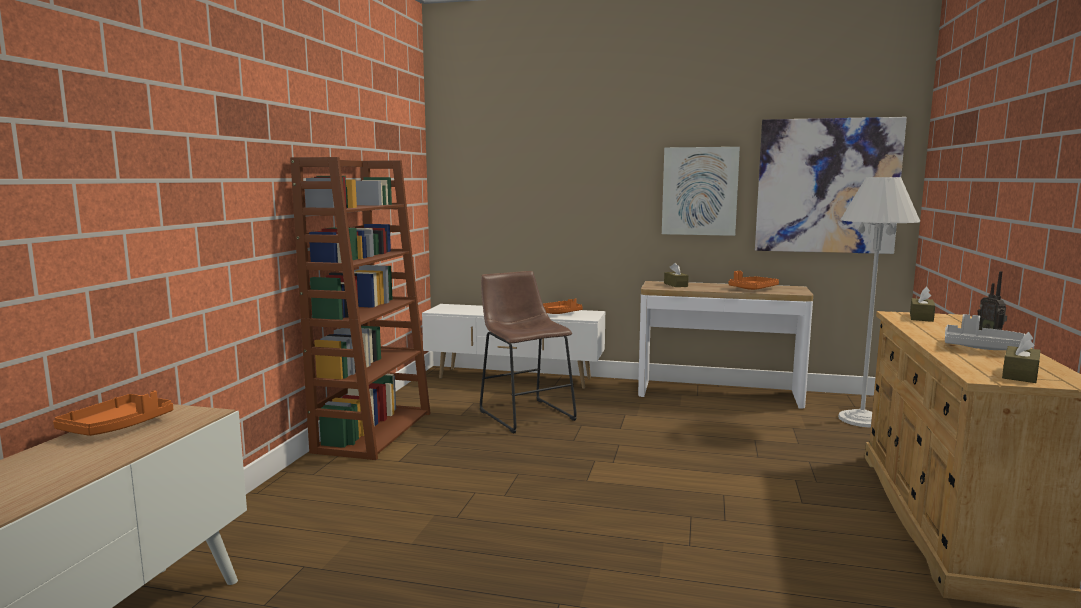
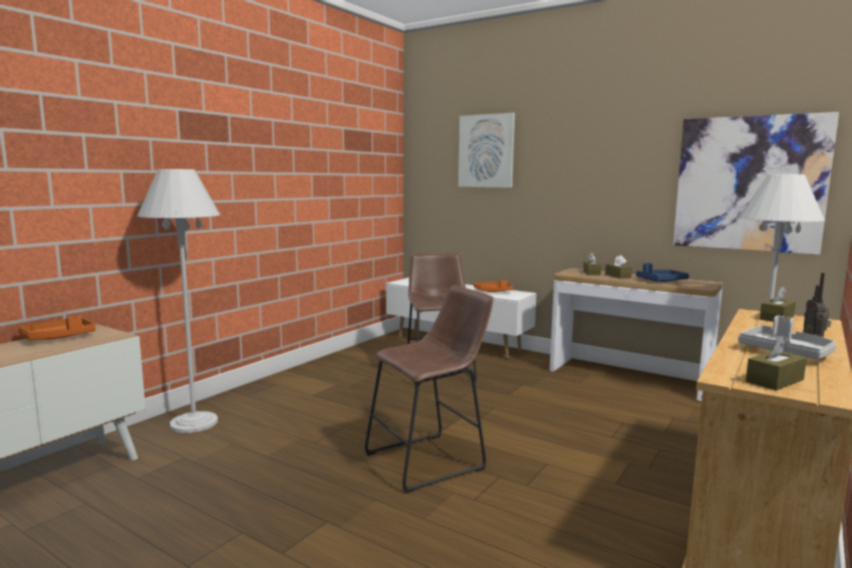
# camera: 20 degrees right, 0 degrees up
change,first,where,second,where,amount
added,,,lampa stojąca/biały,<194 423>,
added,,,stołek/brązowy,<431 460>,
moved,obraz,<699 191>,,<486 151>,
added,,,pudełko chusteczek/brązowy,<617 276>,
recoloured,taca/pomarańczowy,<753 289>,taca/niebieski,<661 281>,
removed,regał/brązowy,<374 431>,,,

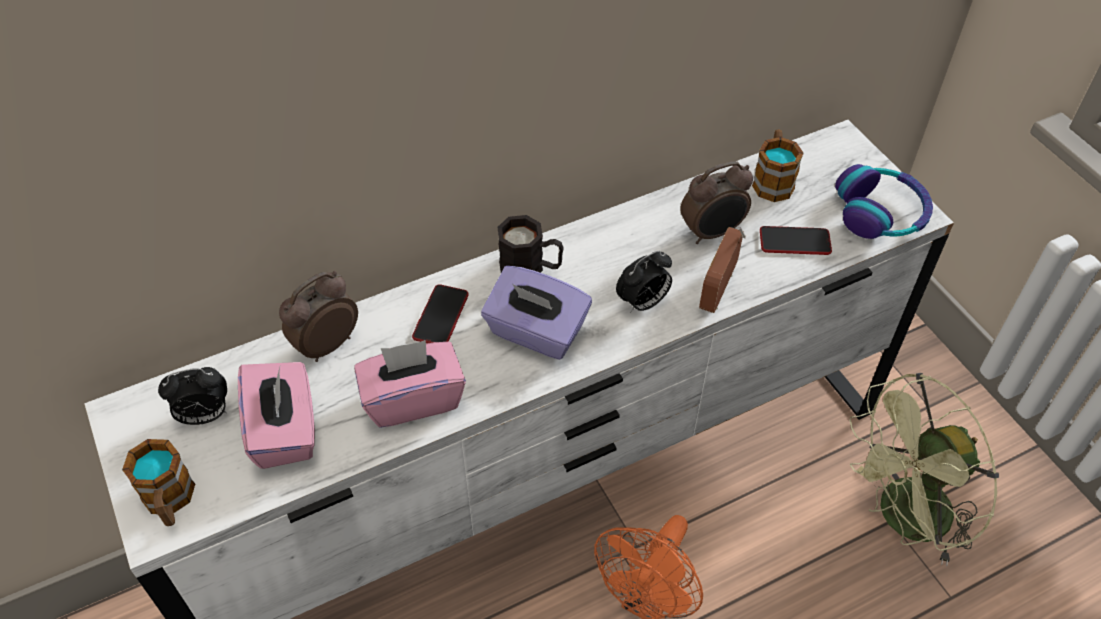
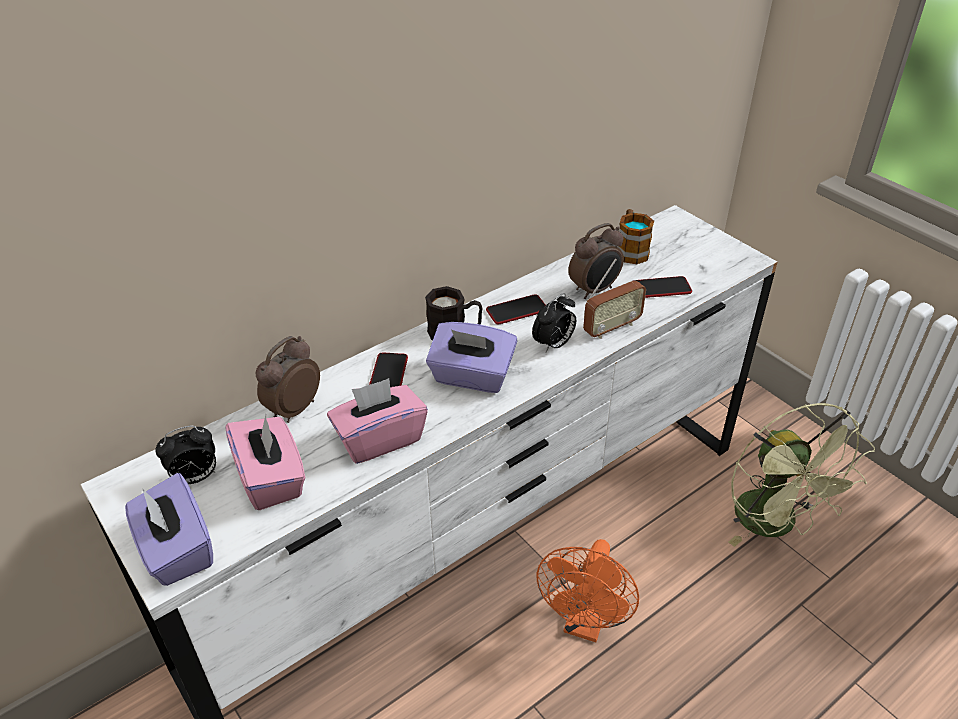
# camera: 10 degrees left, 10 degrees down
change,first,where,second,where,amount
replaced,kubek,<169 502>,pudełko chusteczek/fioletowy,<176 550>,
added,,,telefon,<517 310>,
turned,radio,<718 289>,,<611 328>,135 degrees counterclockwise
turned,wentylator/zielony,<903 519>,,<775 525>,75 degrees counterclockwise
removed,słuchawki,<880 213>,,,

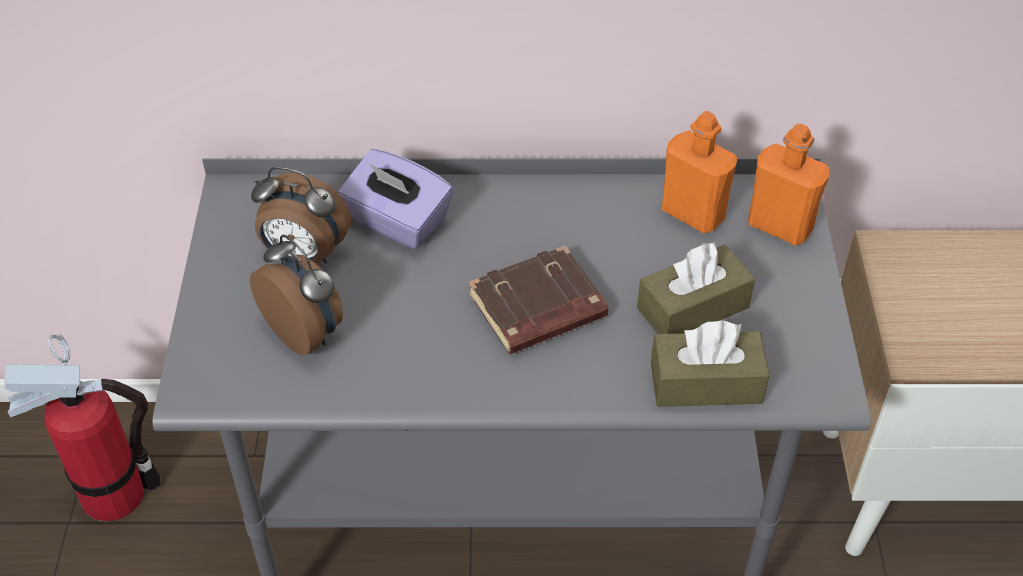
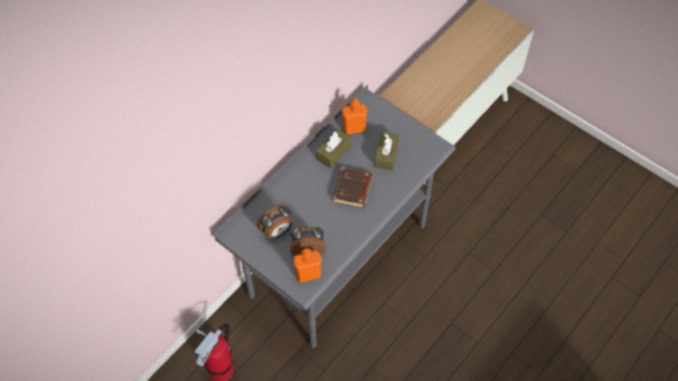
# camera: 50 degrees left, 10 degrees up
change,first,where,second,where,amount
moved,butelka/pomarańczowy,<780 226>,,<308 274>,
moved,pudełko chusteczek/brązowy,<706 383>,,<333 152>,
removed,pudełko chusteczek/fioletowy,<397 222>,,,

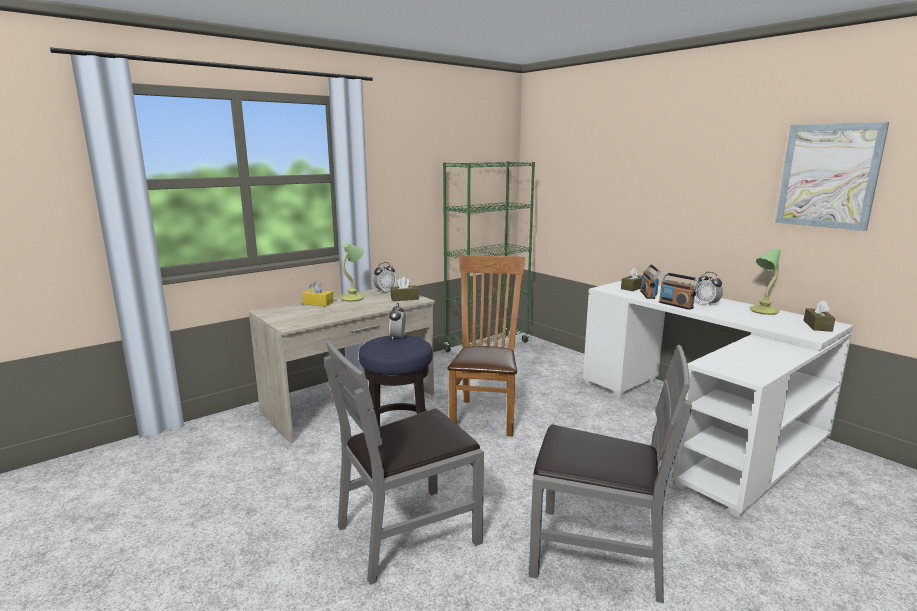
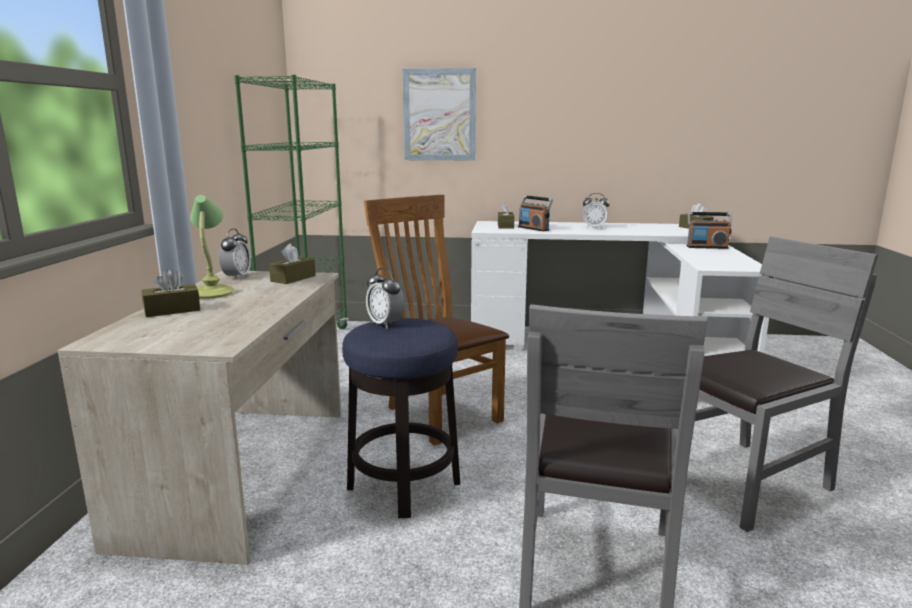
# camera: 45 degrees left, 0 degrees up
change,first,where,second,where,amount
recoloured,pudełko chusteczek/żółty,<318 303>,pudełko chusteczek/brązowy,<172 310>,
moved,obraz,<828 176>,,<439 115>,
moved,radio,<676 305>,,<707 247>,
removed,lampa stołowa,<763 311>,,,

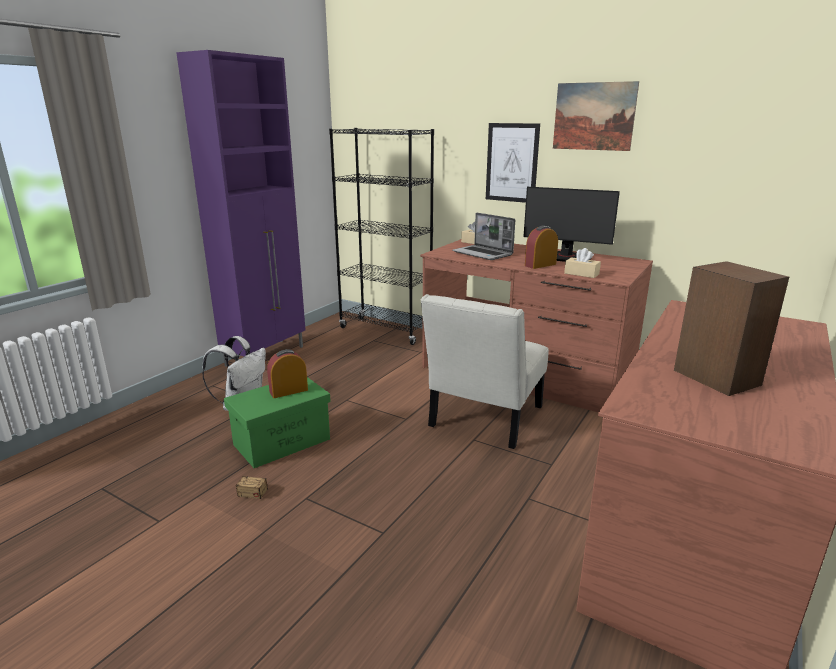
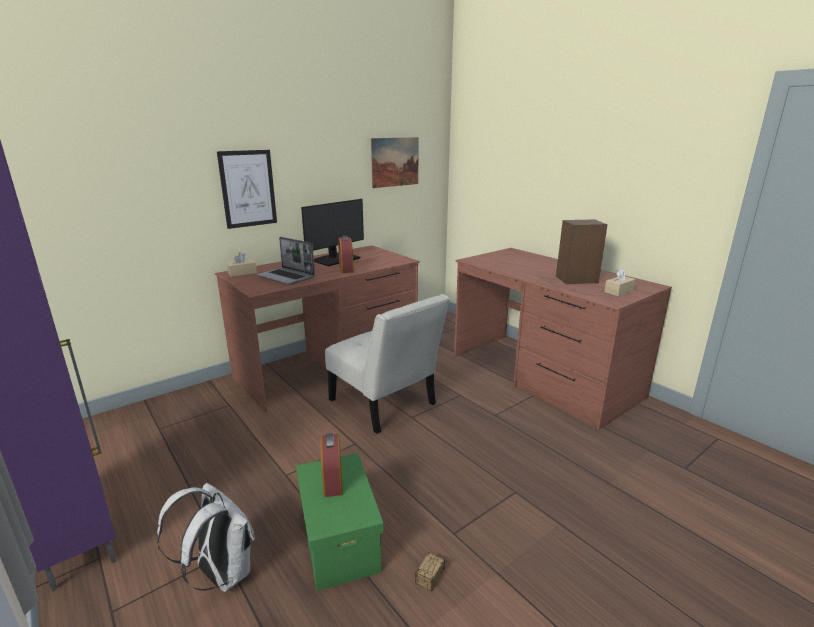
# camera: 70 degrees left, 0 degrees up
change,first,where,second,where,amount
turned,laptop,<483 254>,,<286 277>,60 degrees clockwise
moved,obraz,<594 116>,,<395 162>,
moved,pudełko chusteczek/beżowy,<581 274>,,<619 291>,
removed,regał/czarny,<386 331>,,,

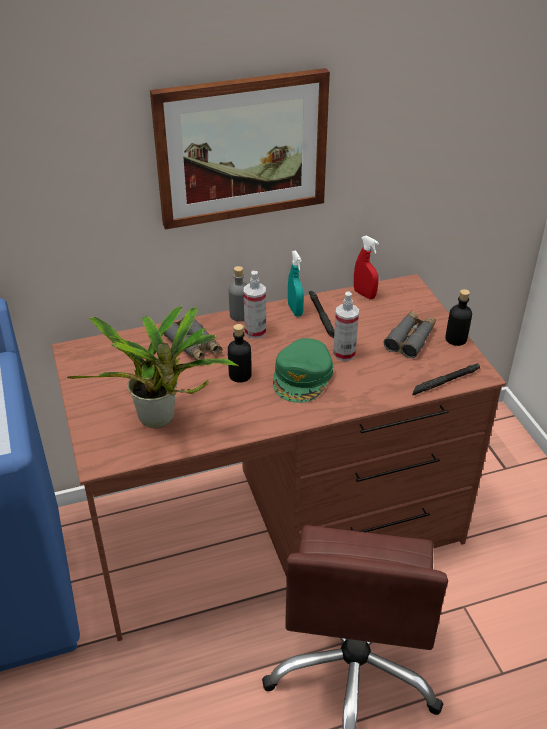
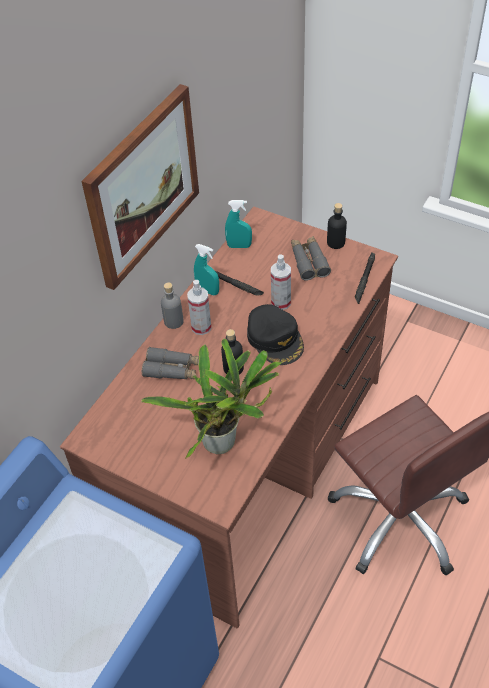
# camera: 40 degrees left, 10 degrees up
change,first,where,second,where,amount
recoloured,spryskiwacz/czerwony,<364 294>,spryskiwacz/turkusowy,<239 246>,
recoloured,czapka z daszkiem/zielony,<303 376>,czapka z daszkiem/czarny,<275 339>,

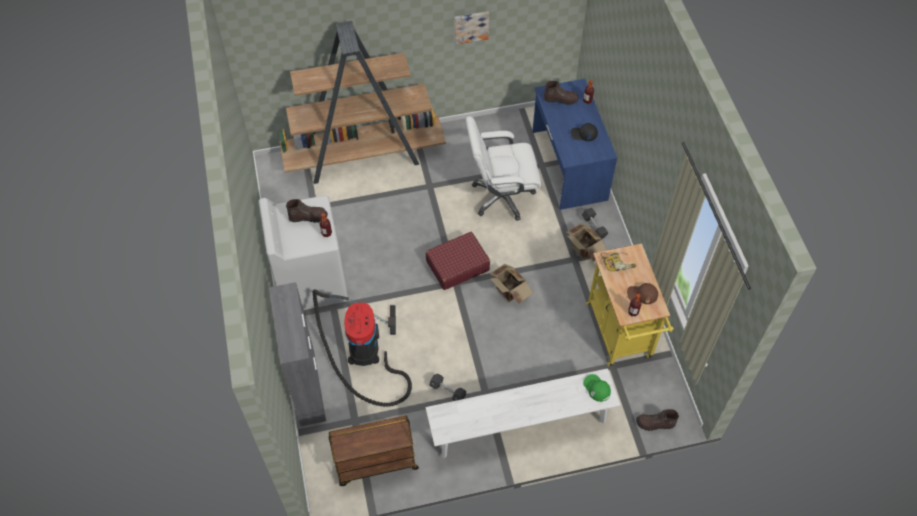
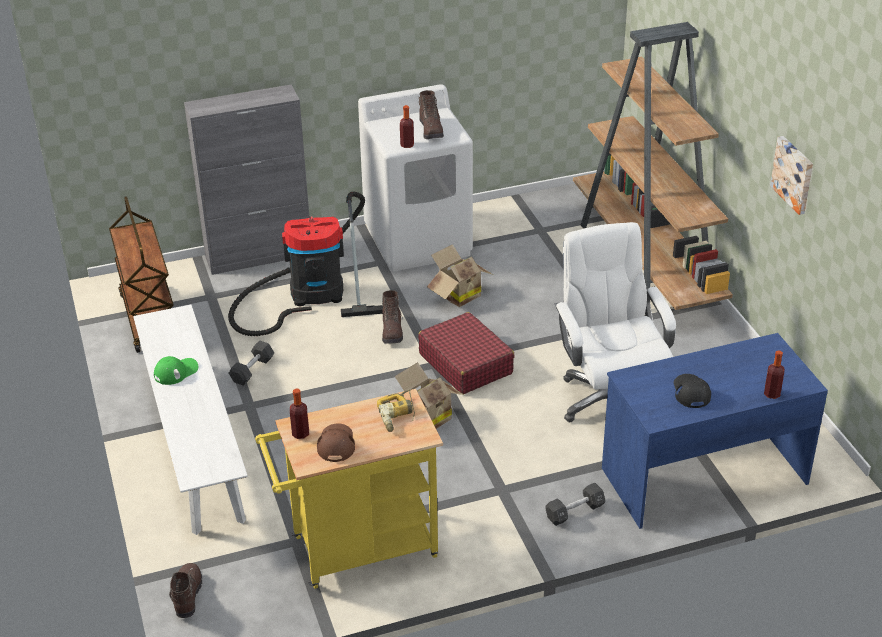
# camera: 85 degrees right, 20 degrees down
change,first,where,second,where,amount
moved,czapka z daszkiem/zielony,<596 388>,,<176 372>,
moved,but z cholewką/brązowy,<560 99>,,<392 331>,
moved,karton,<584 251>,,<457 295>,

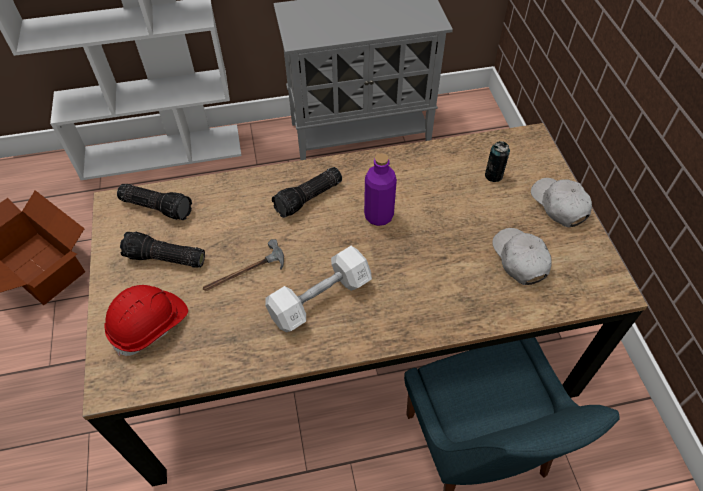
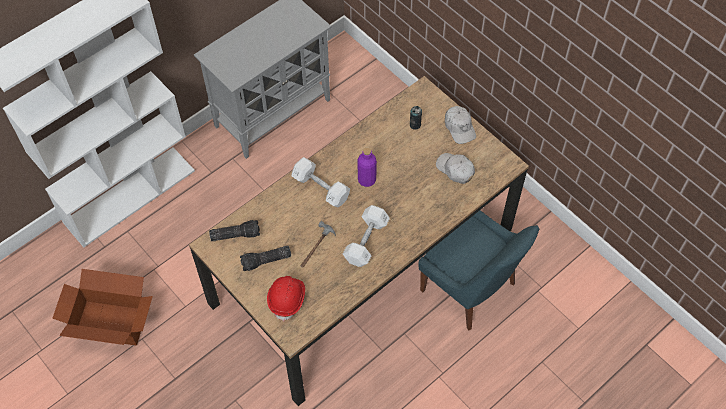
# camera: 30 degrees left, 5 degrees up
change,first,where,second,where,amount
replaced,latarka,<309 199>,hantel/biały,<321 188>,
turned,czapka z daszkiem/biały,<559 205>,,<459 127>,150 degrees counterclockwise

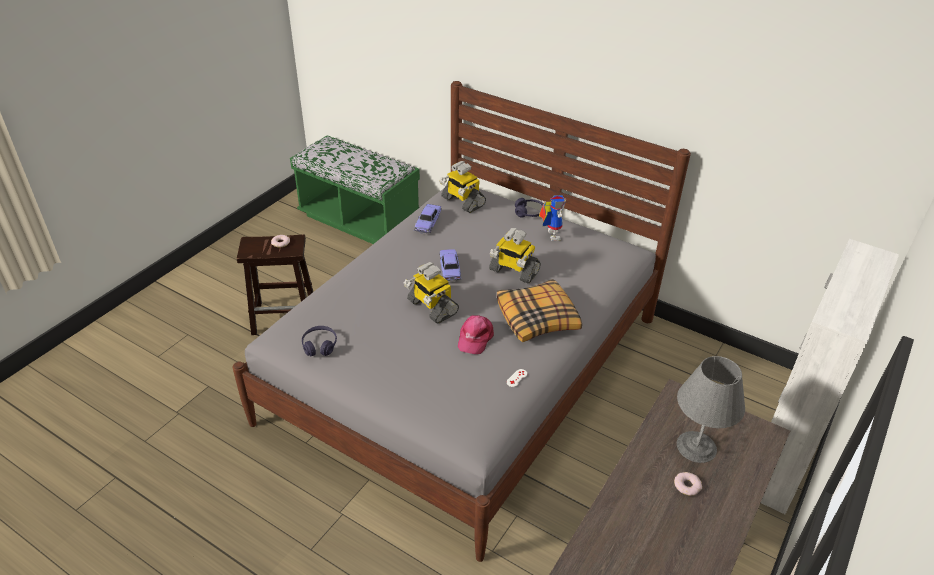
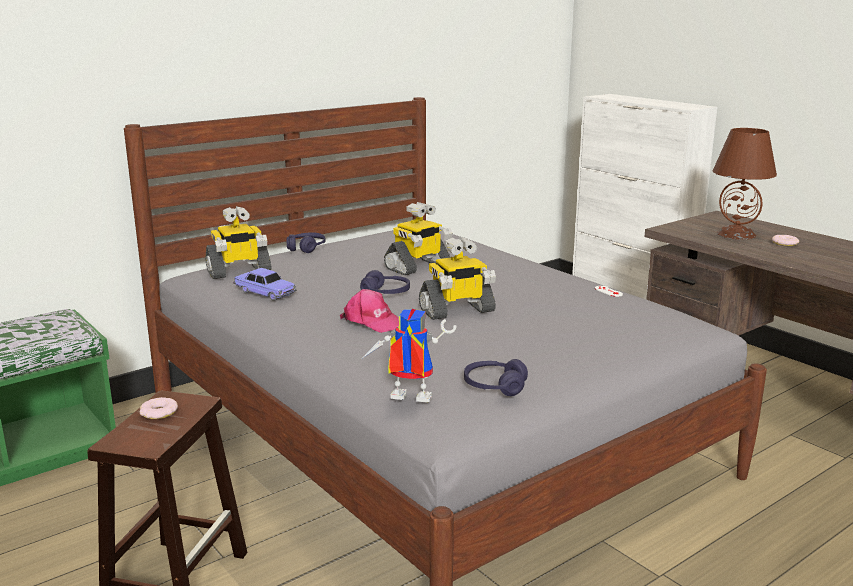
# camera: 70 degrees left, 20 degrees down
change,first,where,second,where,amount
moved,czapka z daszkiem/różowy,<475 338>,,<372 321>,
replaced,samochodzik,<450 269>,słuchawki/fioletowy,<386 293>,
moved,robot zabawkowy,<550 234>,,<406 400>,
recoloured,lampa stołowa/szary,<697 447>,lampa stołowa/brązowy,<736 234>,
removed,poduszka,<538 318>,,,

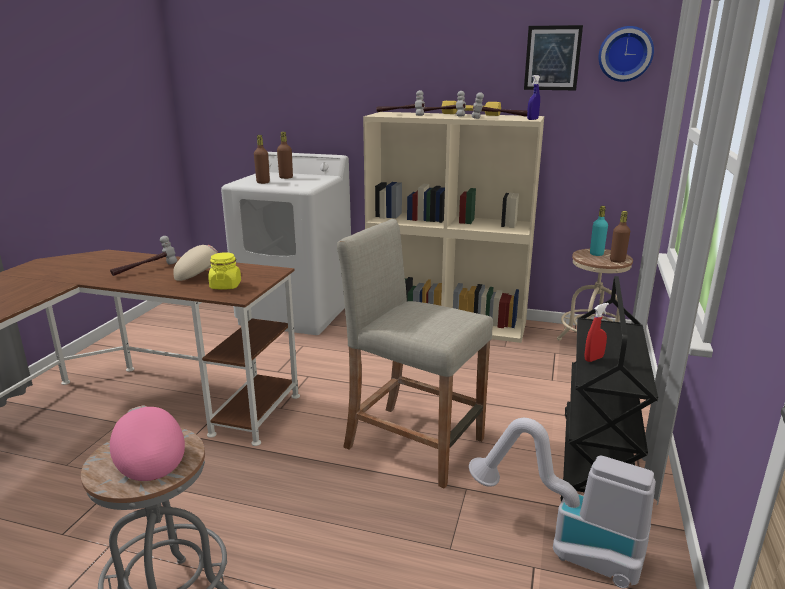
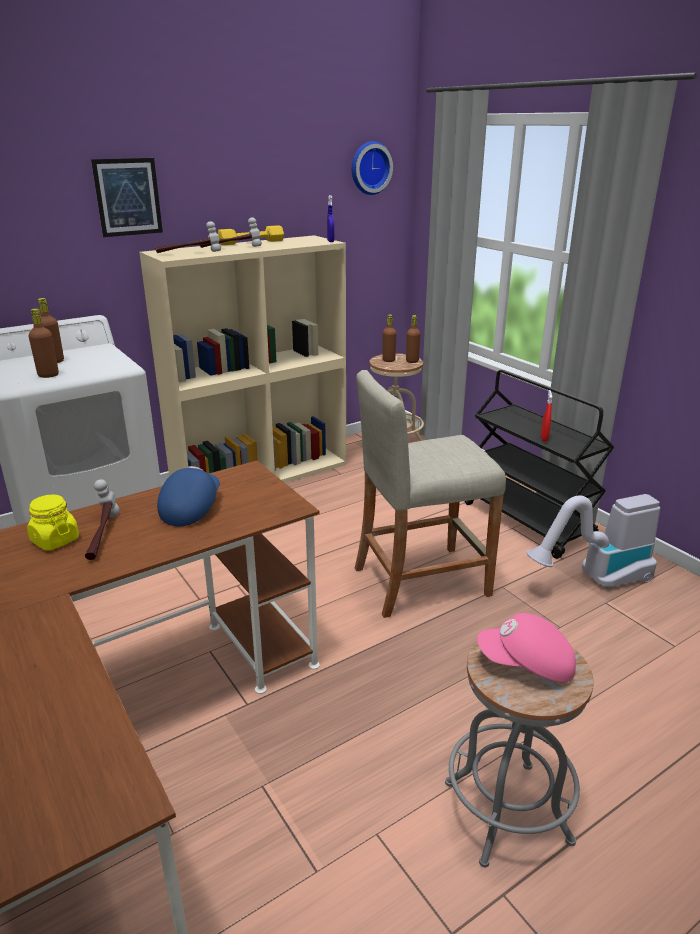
# camera: 50 degrees left, 5 degrees up
change,first,where,second,where,amount
moved,słoik/żółty,<225 286>,,<55 540>,
moved,obraz,<552 58>,,<128 197>,
recoloured,czapka z daszkiem/beżowy,<202 275>,czapka z daszkiem/niebieski,<190 508>,
recoloured,butelka/turkusowy,<596 254>,butelka/brązowy,<388 360>,
removed,młotek,<499 118>,,,

